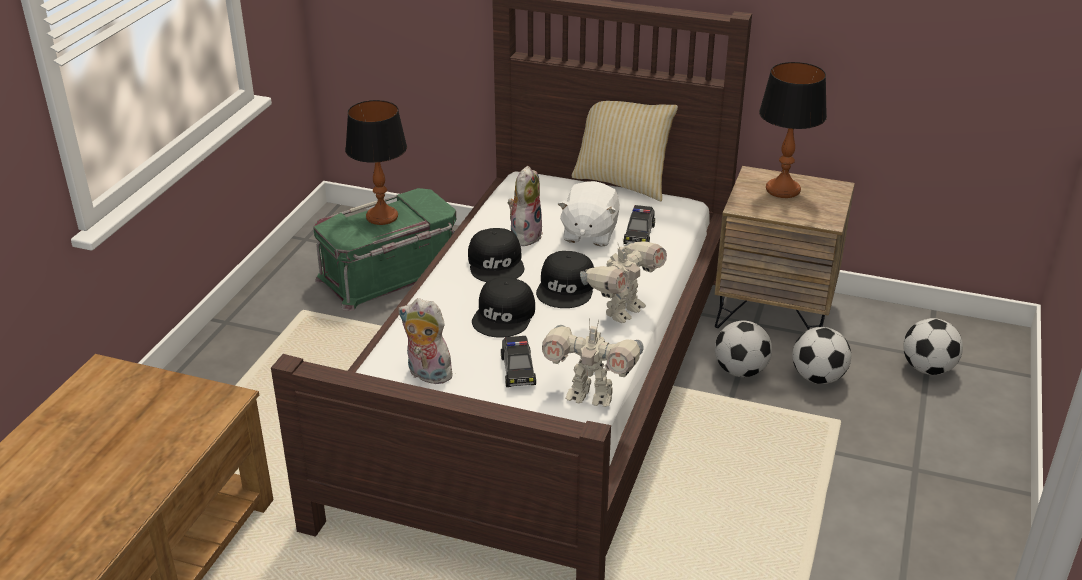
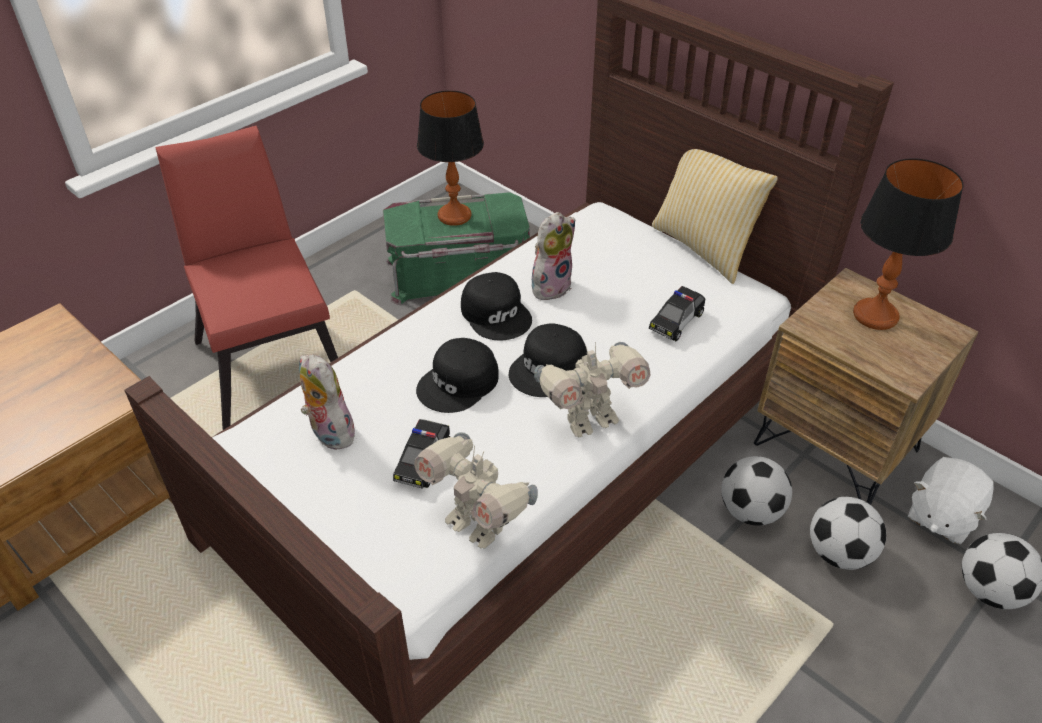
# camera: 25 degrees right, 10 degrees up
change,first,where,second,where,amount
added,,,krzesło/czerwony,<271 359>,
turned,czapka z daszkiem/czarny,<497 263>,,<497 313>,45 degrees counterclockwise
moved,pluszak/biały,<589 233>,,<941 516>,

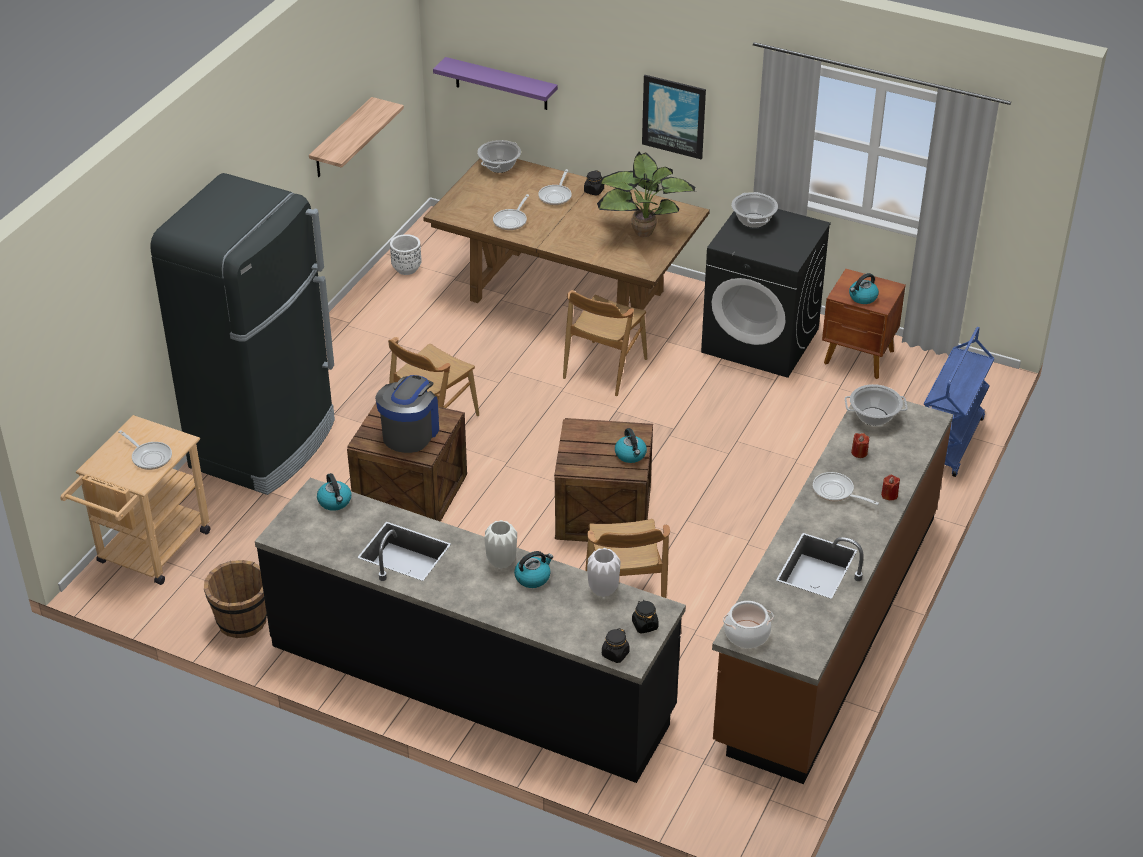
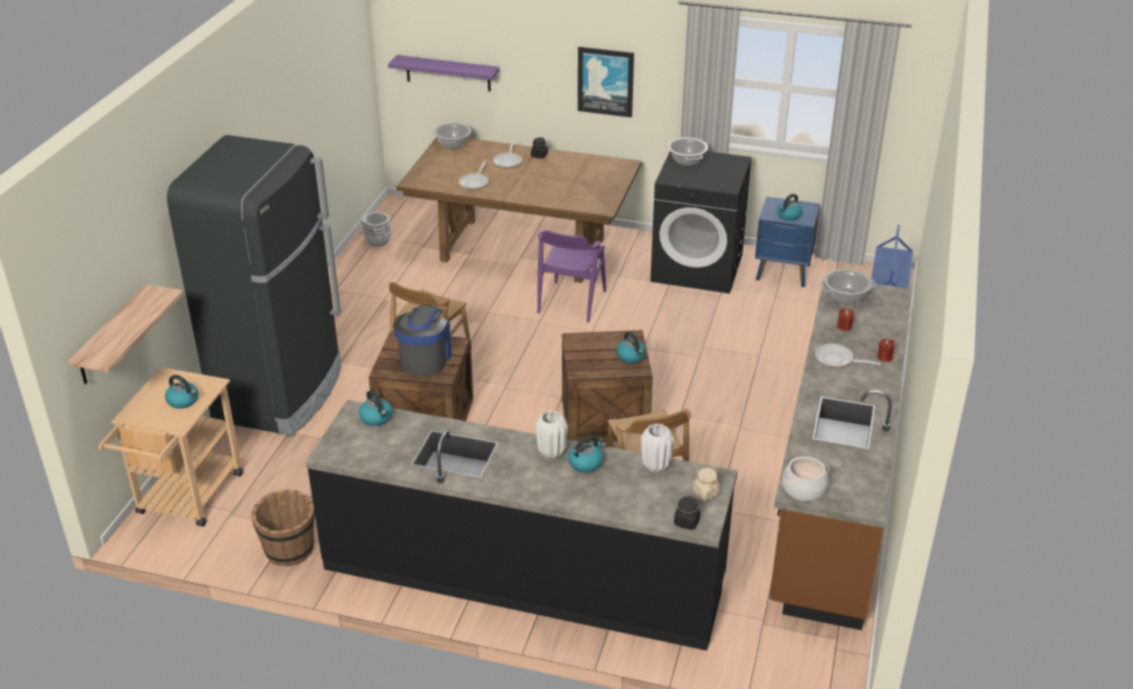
# camera: 10 degrees left, 5 degrees down
change,first,where,second,where,amount
moved,półka,<342 139>,,<111 336>,
replaced,patelnia,<150 457>,czajnik,<183 401>,
recoloured,krzesło/brązowy,<604 368>,krzesło/fioletowy,<571 302>,
recoloured,słoik/czarny,<644 625>,słoik/beżowy,<705 492>,
recoloured,szafka nocna/brązowy,<859 358>,szafka nocna/niebieski,<783 273>,
removed,roślina doniczkowa,<642 230>,,,

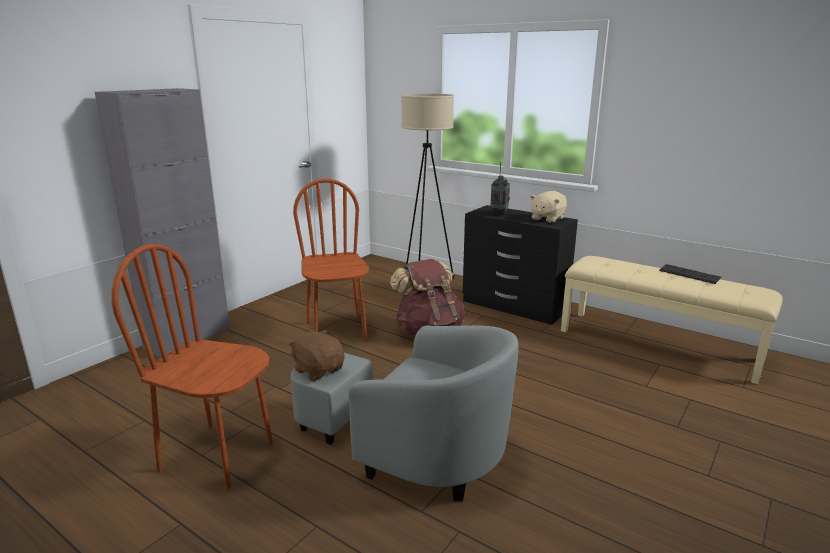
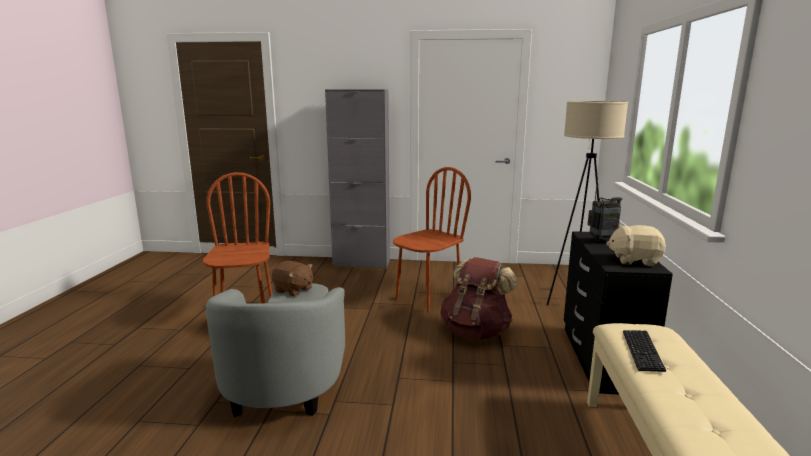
# camera: 60 degrees right, 5 degrees down
change,first,where,second,where,amount
turned,pluszak/brązowy,<318 370>,,<293 290>,105 degrees clockwise
moved,klawiatura,<689 275>,,<642 351>,

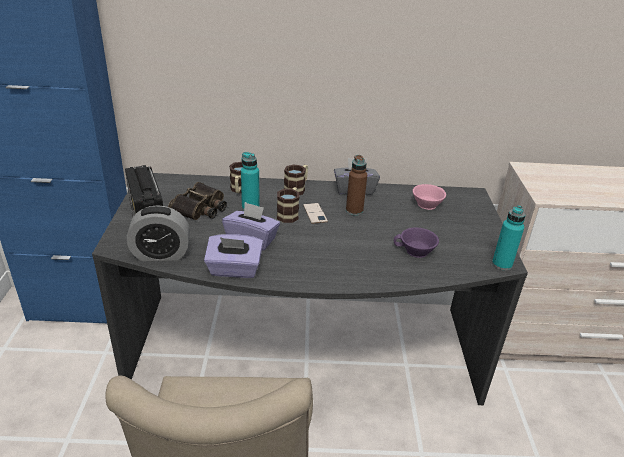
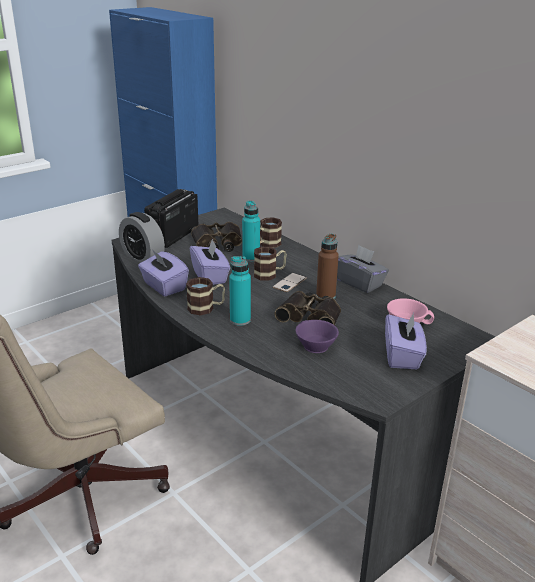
# camera: 50 degrees right, 5 degrees down
change,first,where,second,where,amount
moved,kubek,<297 189>,,<206 308>,
moved,butelka/turkusowy,<502 264>,,<240 320>,
added,,,lornetka,<310 316>,
added,,,pudełko chusteczek/fioletowy,<402 356>,

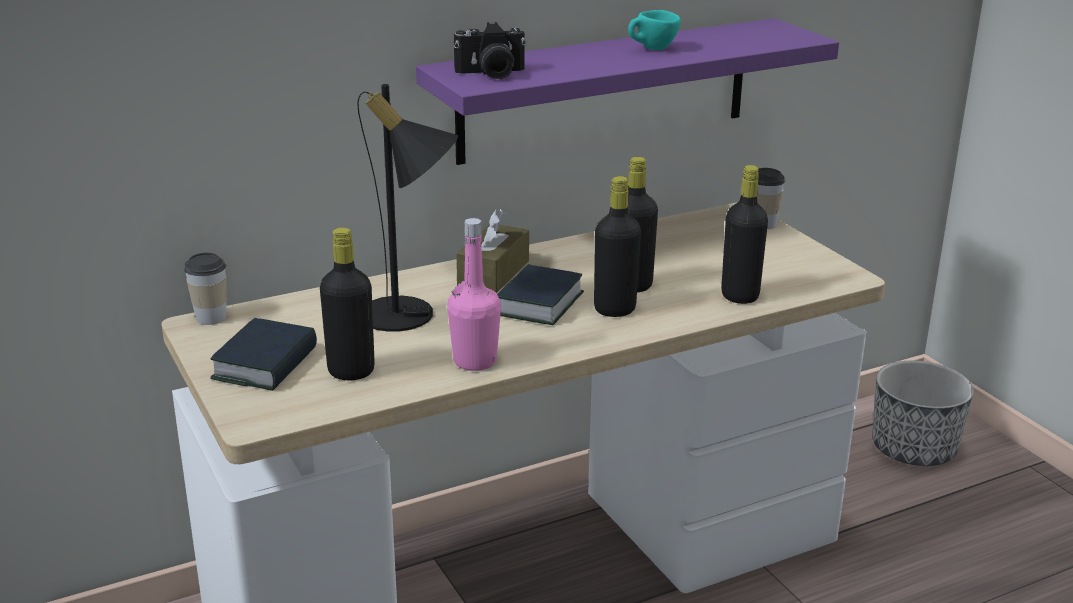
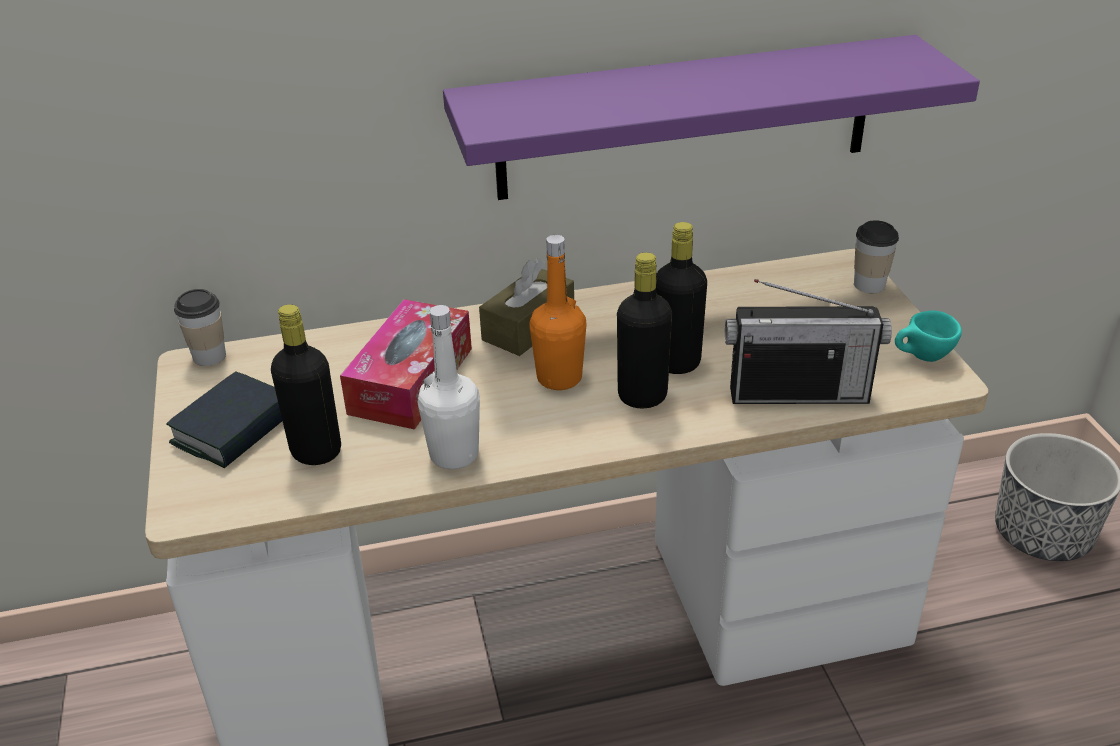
# camera: 15 degrees right, 10 degrees up
change,first,where,second,where,amount
replaced,lampa stołowa/czarny,<409 317>,pudełko chusteczek,<411 380>,
recoloured,butelka/różowy,<475 361>,butelka/biały,<454 454>,
replaced,książka,<538 304>,butelka/pomarańczowy,<559 378>,
replaced,butelka/czarny,<740 296>,radio,<798 393>,
moved,filiżanka/turkusowy,<652 49>,,<922 358>,
removed,aparat fotograficzny,<491 74>,,,

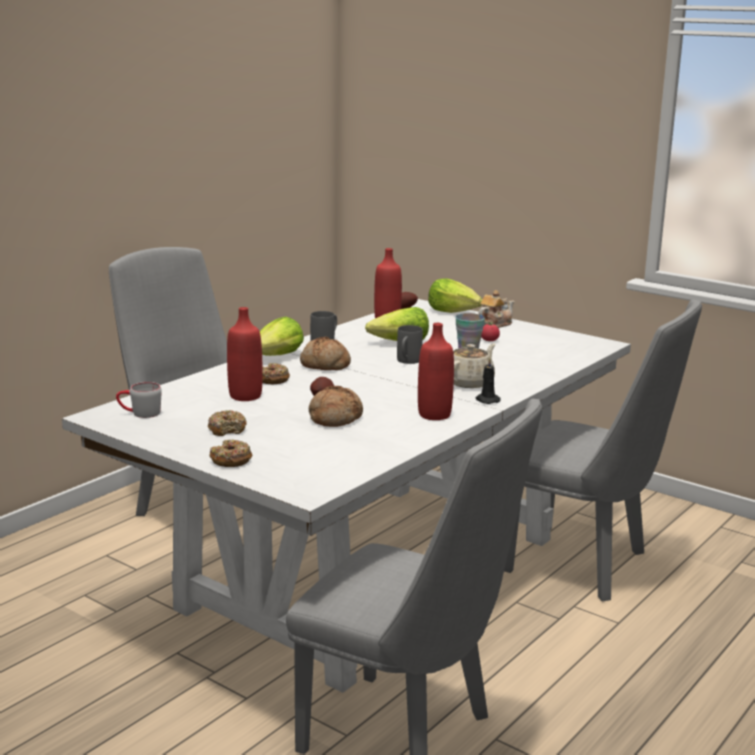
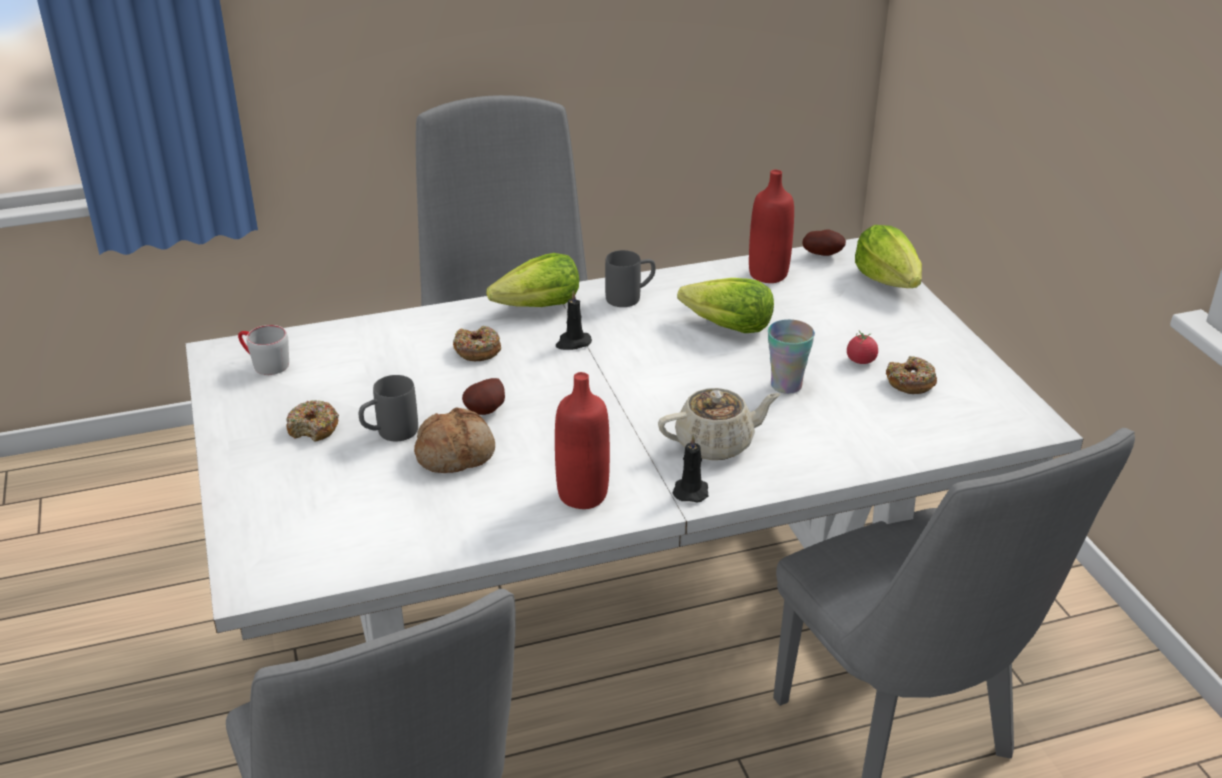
# camera: 35 degrees right, 15 degrees up
change,first,where,second,where,amount
moved,kubek/szary,<407 362>,,<389 433>,
replaced,chleb,<324 365>,świeca/czarny,<573 343>,
moved,donut,<231 460>,,<910 383>,
removed,butelka/czerwony,<245 396>,,,
removed,imbryk,<495 324>,,,

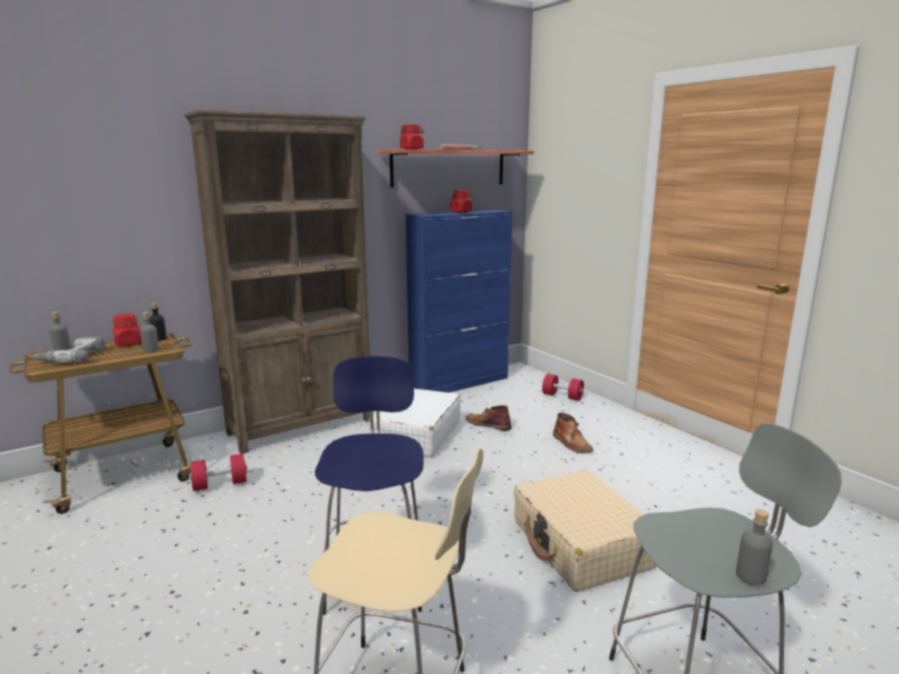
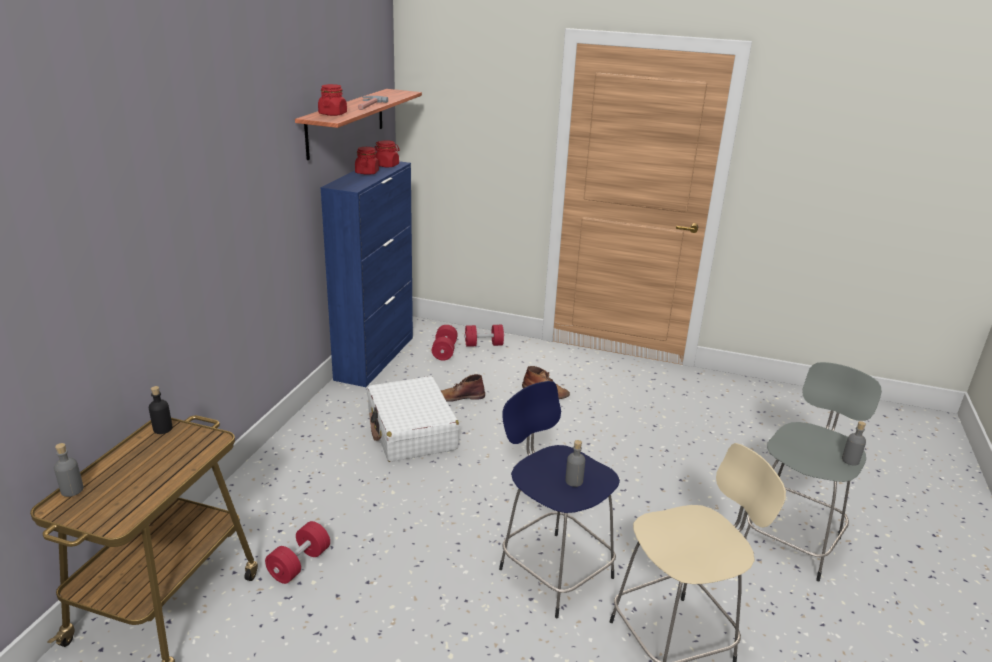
# camera: 40 degrees left, 10 degrees up
change,first,where,second,where,amount
moved,słoik/czerwony,<128 343>,,<387 165>,
added,,,hantel/czerwony,<444 351>,
moved,butelka/szary,<151 350>,,<574 481>,
removed,wiertarka,<71 357>,,,
removed,regał/brązowy,<302 426>,,,
removed,walizka/beżowy,<581 544>,,,

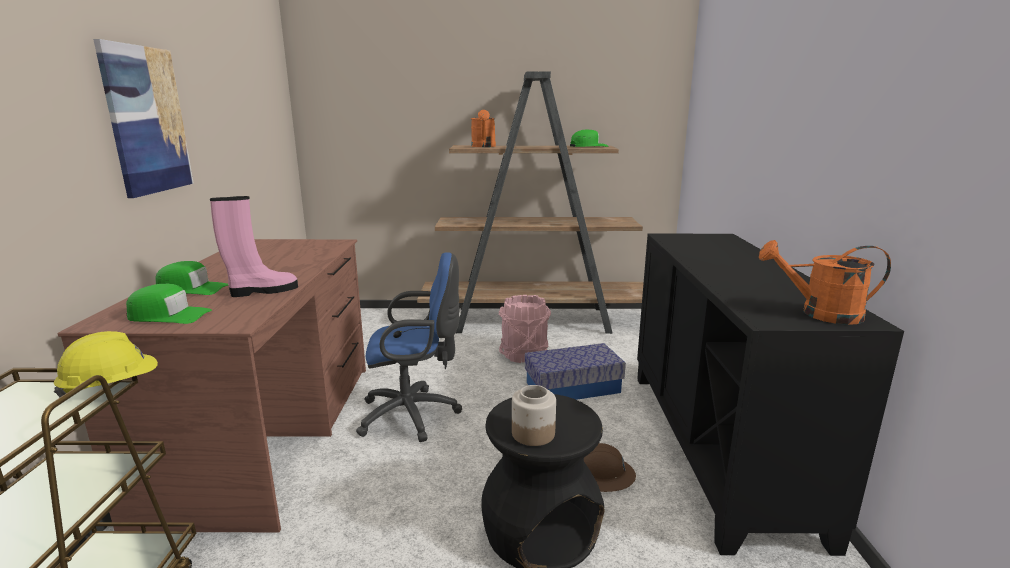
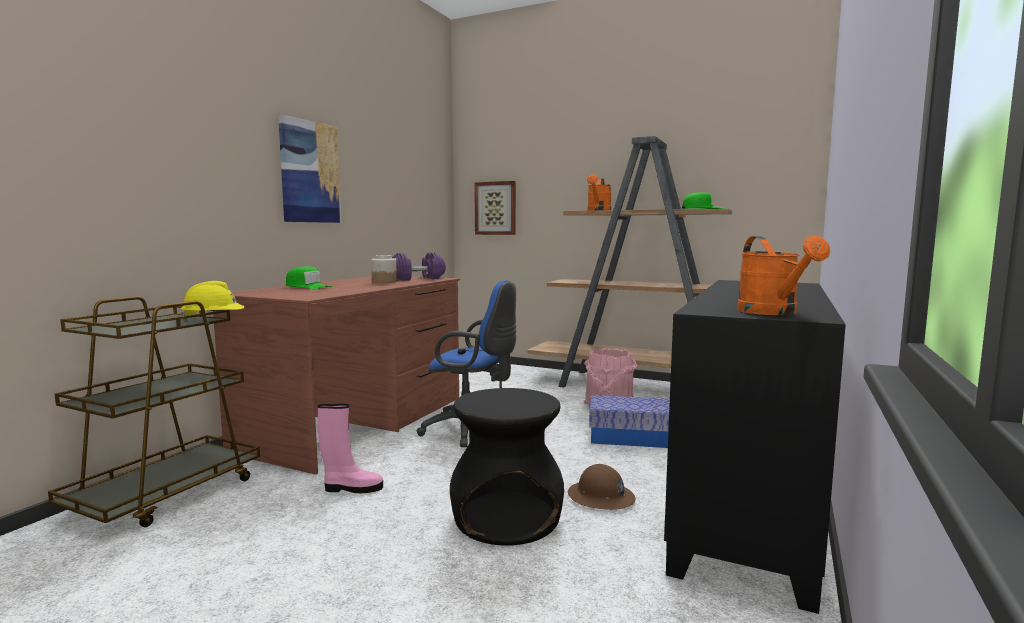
# camera: 25 degrees right, 10 degrees down
change,first,where,second,where,amount
moved,but z cholewką/różowy,<262 291>,,<352 488>,
moved,słoik,<532 433>,,<384 282>,
added,,,hantel/fioletowy,<417 278>,
added,,,obraz,<495 208>,
turned,konewka/pomarańczowy,<820 314>,,<773 313>,135 degrees counterclockwise
removed,czapka z daszkiem/zielony,<169 316>,,,

